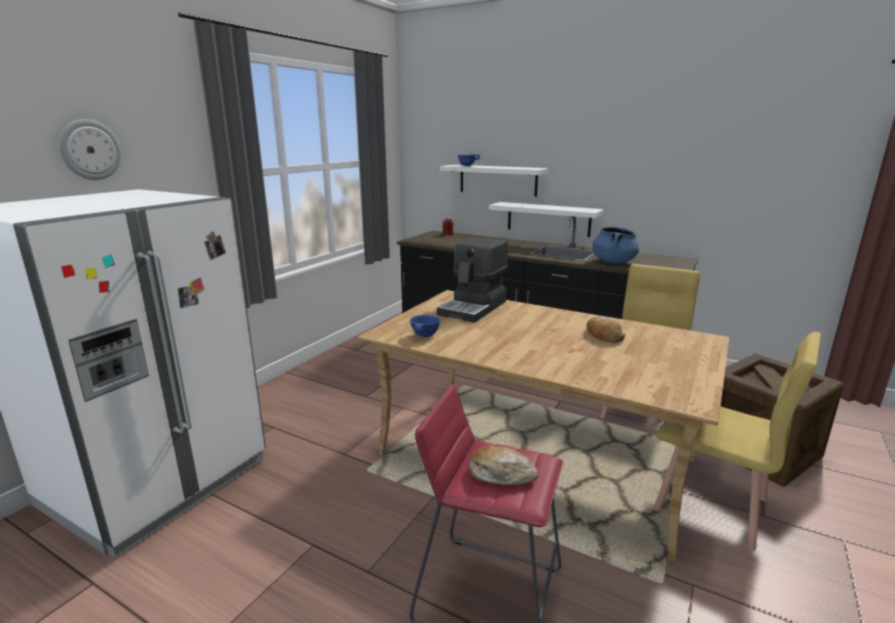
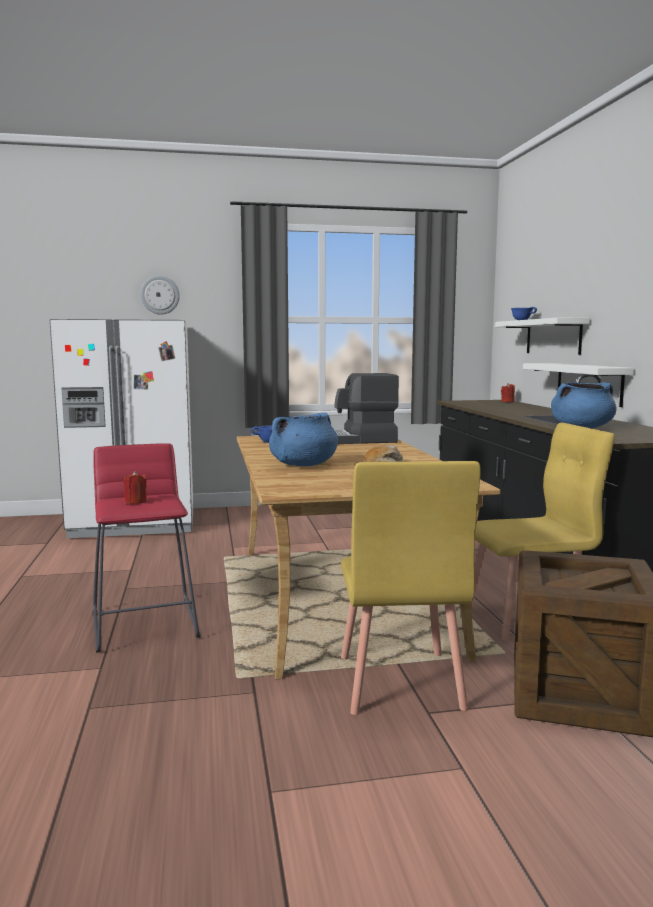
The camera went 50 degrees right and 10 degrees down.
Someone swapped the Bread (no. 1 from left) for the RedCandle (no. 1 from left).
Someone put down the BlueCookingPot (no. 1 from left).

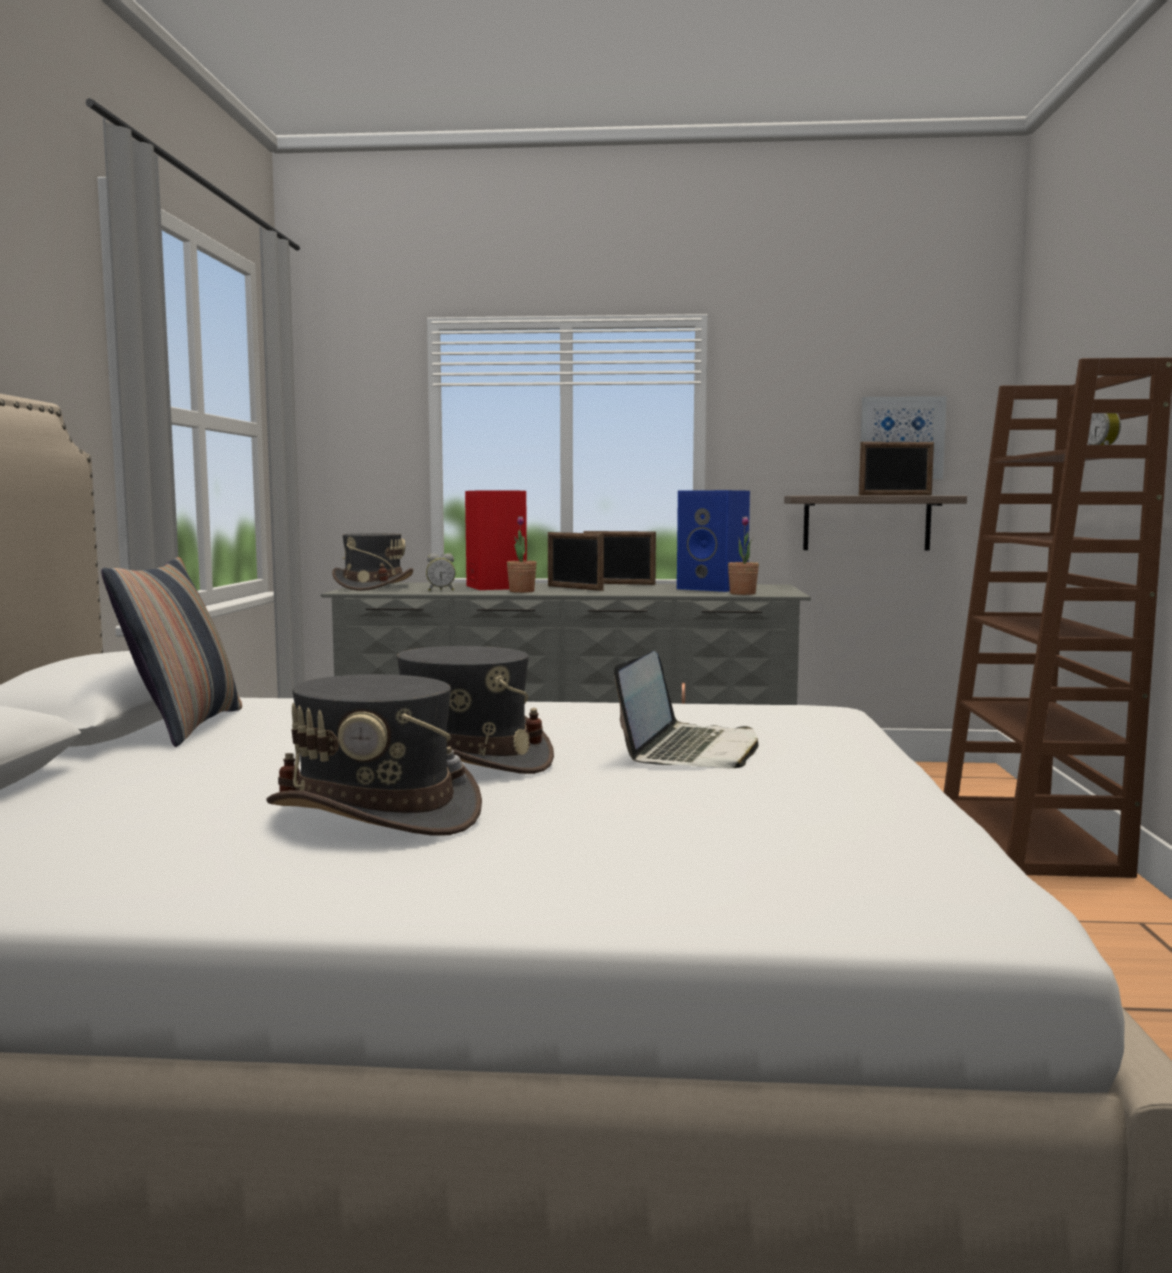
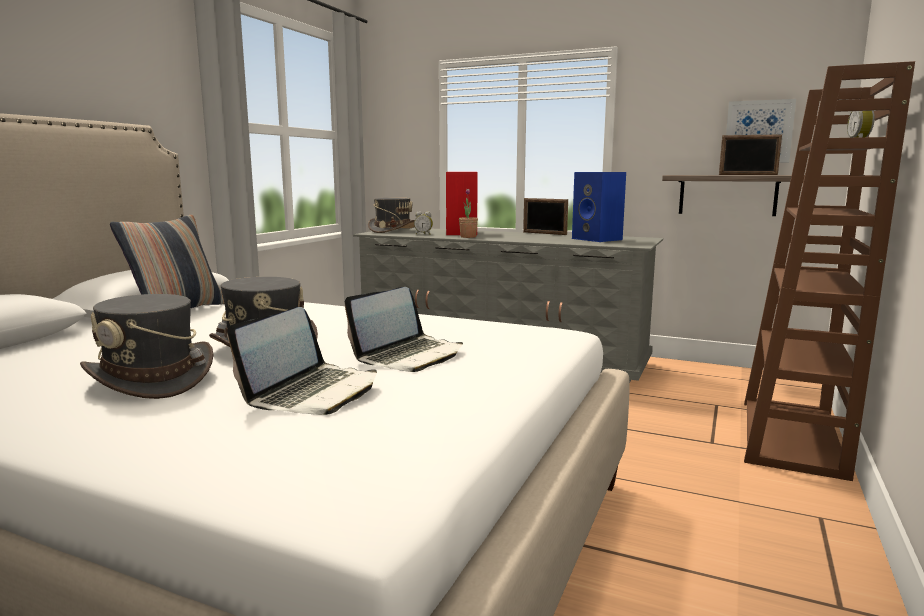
The camera went 20 degrees right and 5 degrees up.
Someone took away the PottedPlant (no. 2 from left).
Someone took away the PictureFrame (no. 1 from left).
Someone put down the Laptop (no. 1 from left).

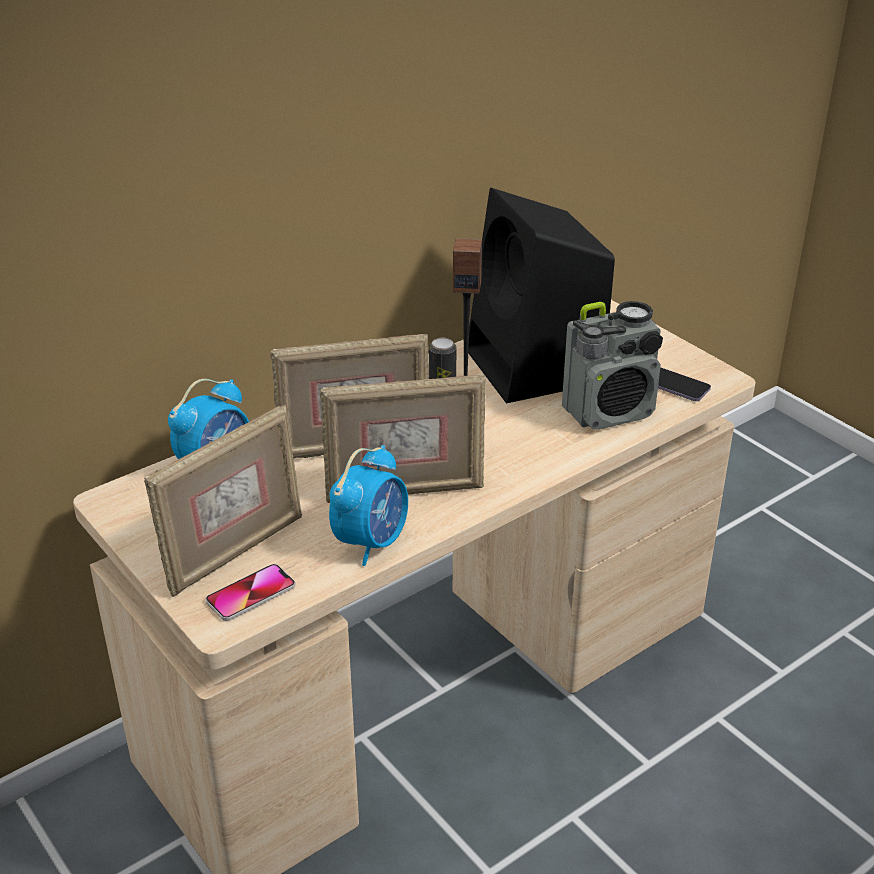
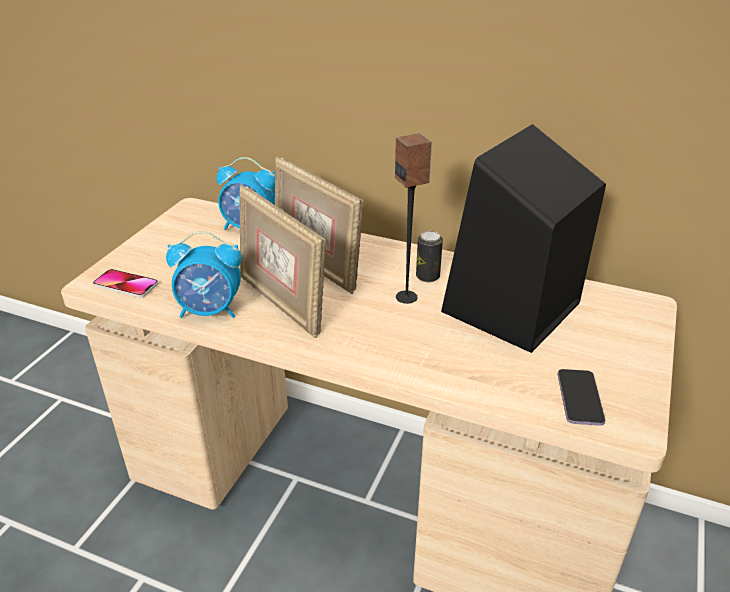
The camera went 60 degrees right and 0 degrees up.
Someone took away the Radio.
Someone took away the PictureFrame (no. 1 from left).

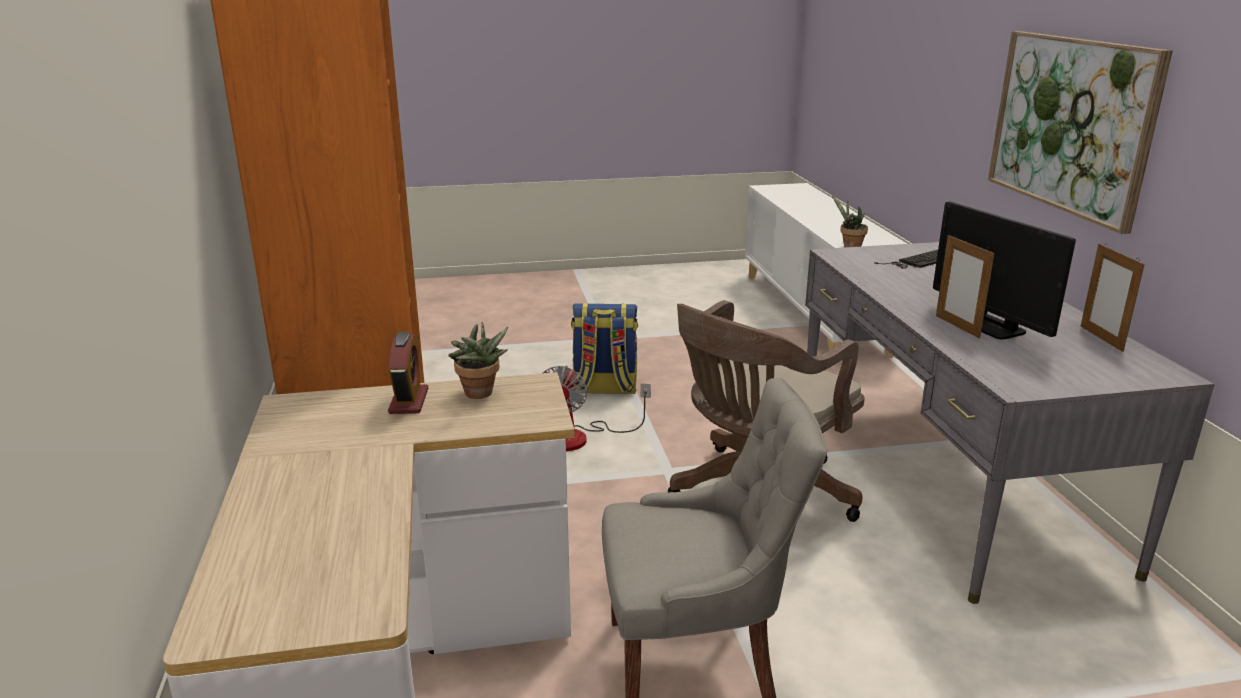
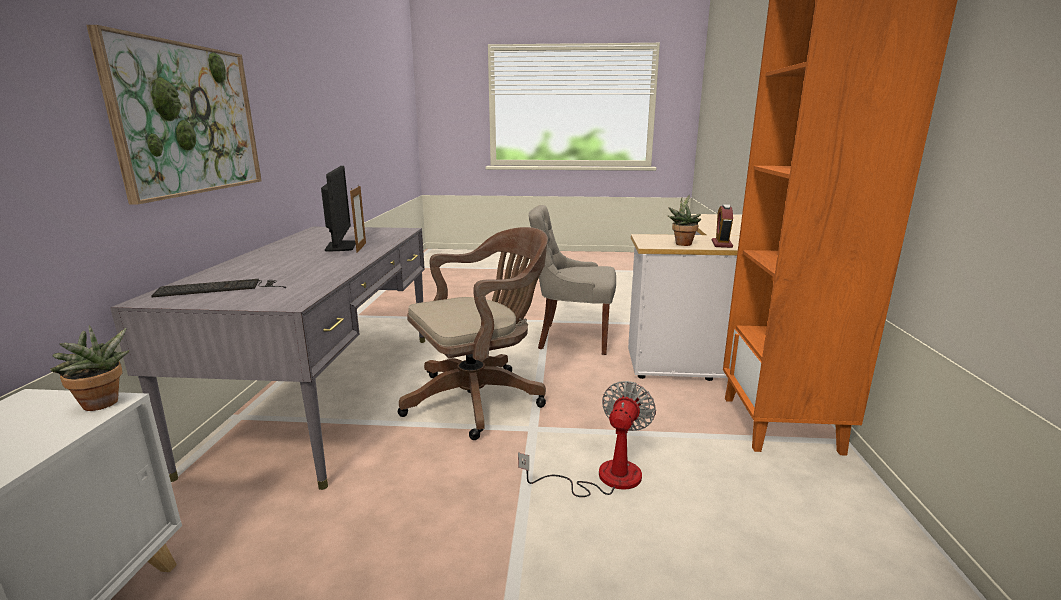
The camera went 165 degrees left and 5 degrees down.
Someone took away the PictureFrame (no. 2 from left).
Someone took away the Backpack.

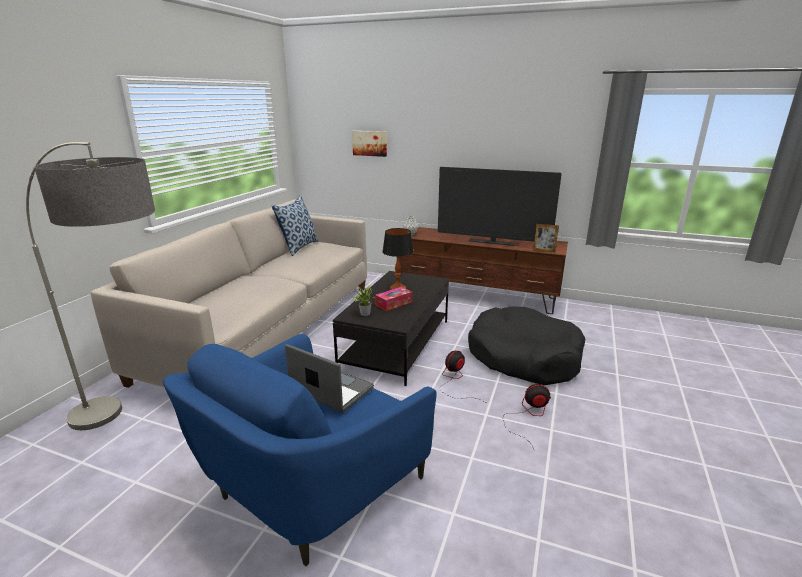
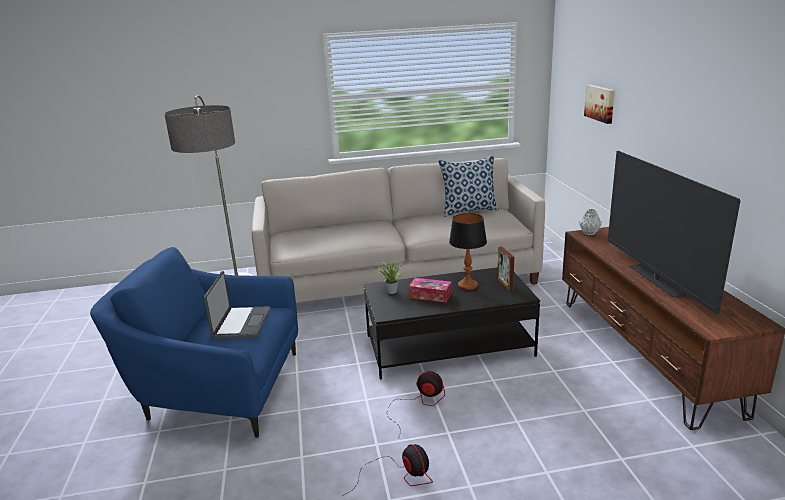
The camera went 60 degrees right and 0 degrees up.
Someone carried the PictureFrame.
Someone took away the BlackDogBed.

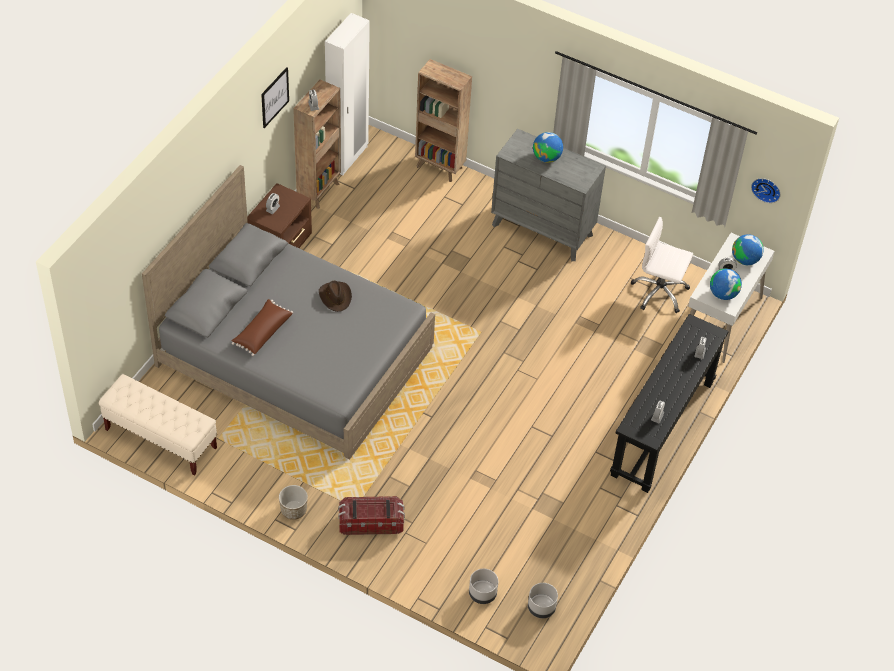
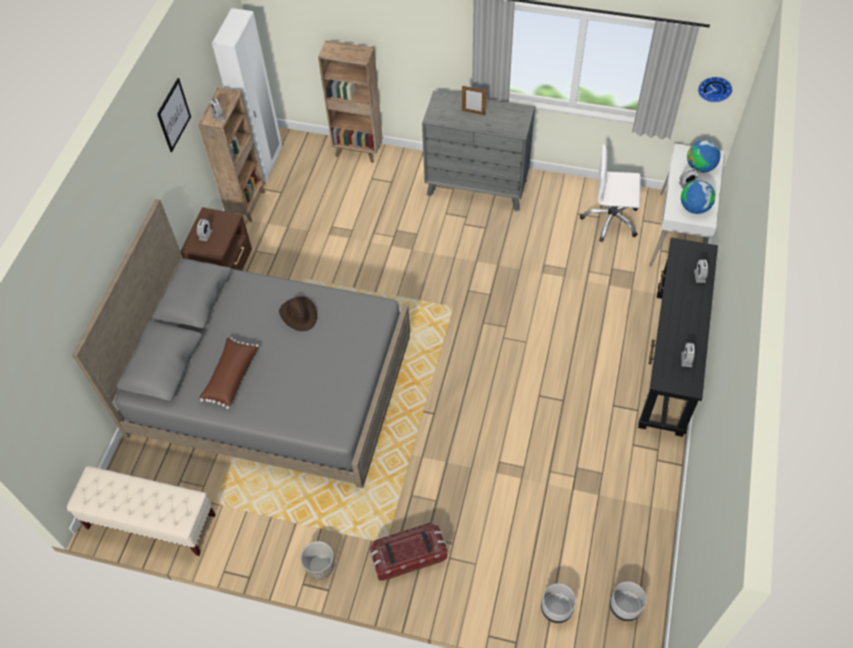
The camera went 10 degrees left and 5 degrees up.
Someone swapped the Globe (no. 1 from left) for the PictureFrame.

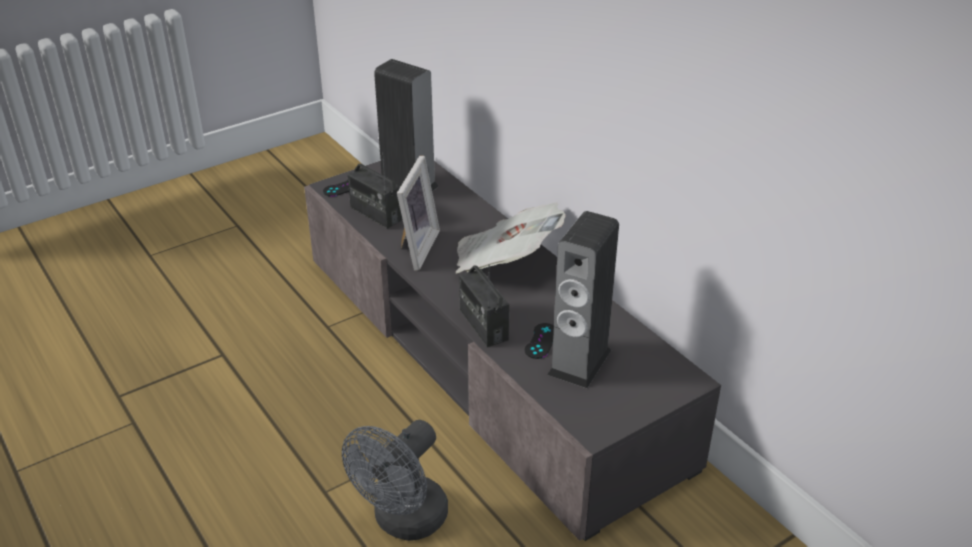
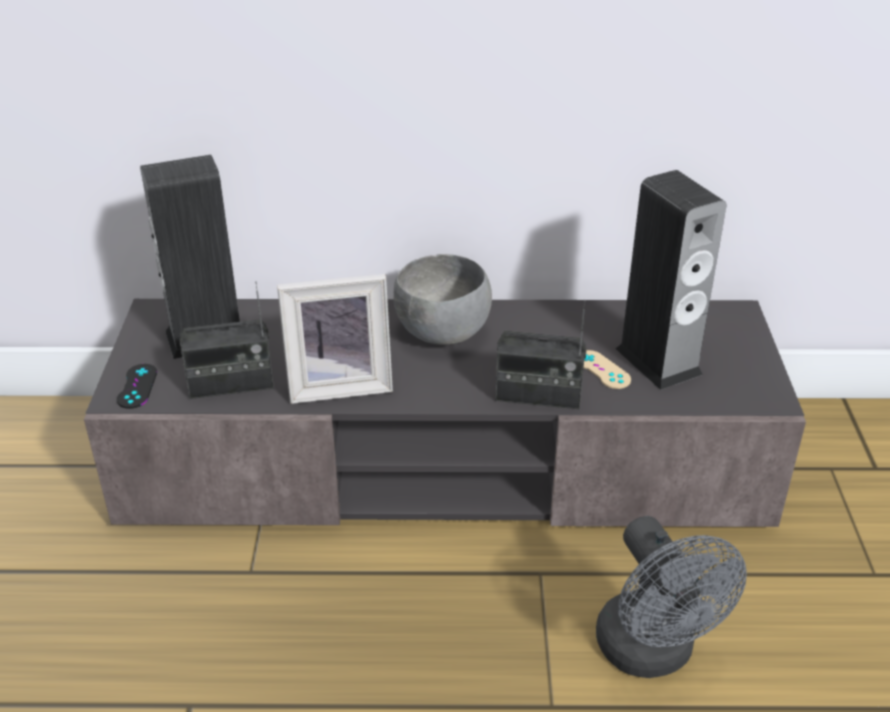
The camera went 55 degrees left and 0 degrees up.
Someone rotated the PictureFrame by 120 degrees clockwise.
Someone swapped the Newspaper for the GreyBowl.
Someone repainted the BlackGameController (no. 2 from left), which became the BeigeGameController.

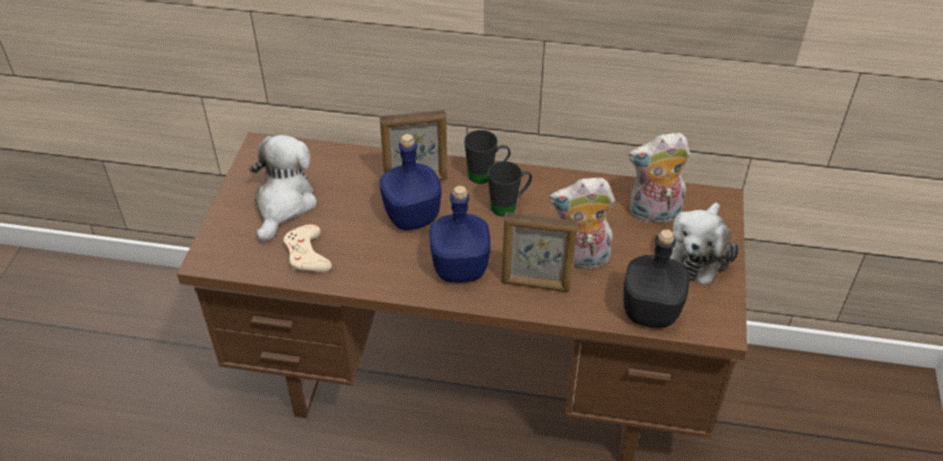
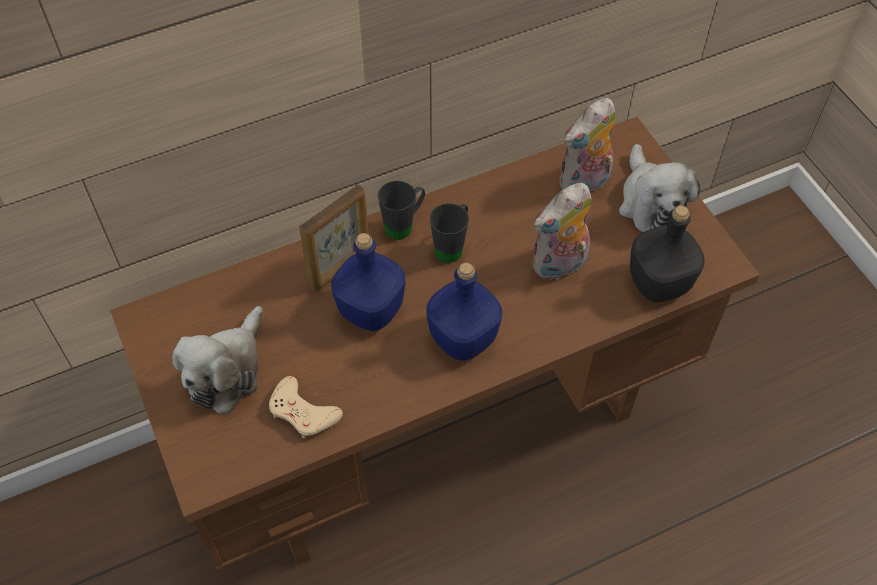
The camera went 35 degrees left and 10 degrees up.
Someone rotated the PlushToy (no. 1 from left) by 135 degrees counterclockwise.
Someone took away the PictureFrame (no. 2 from left).

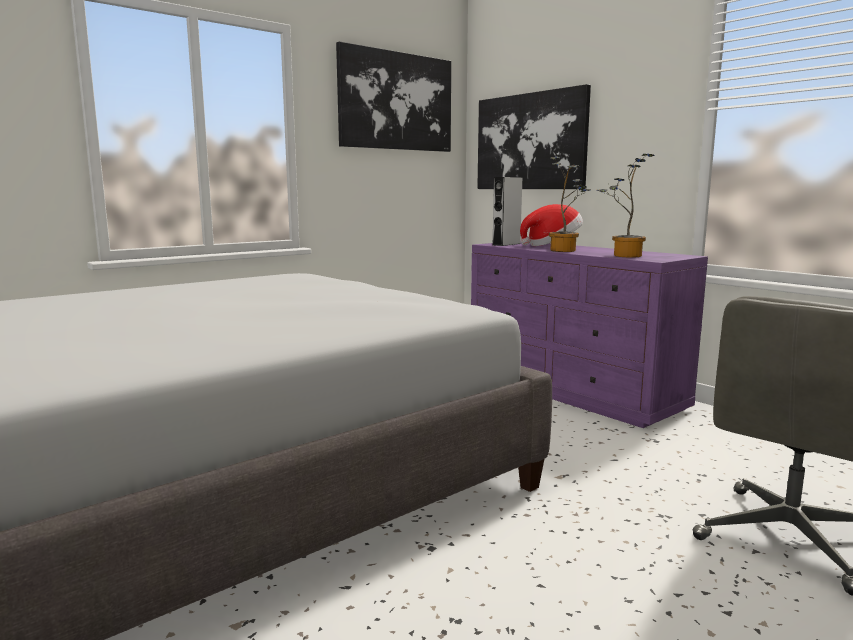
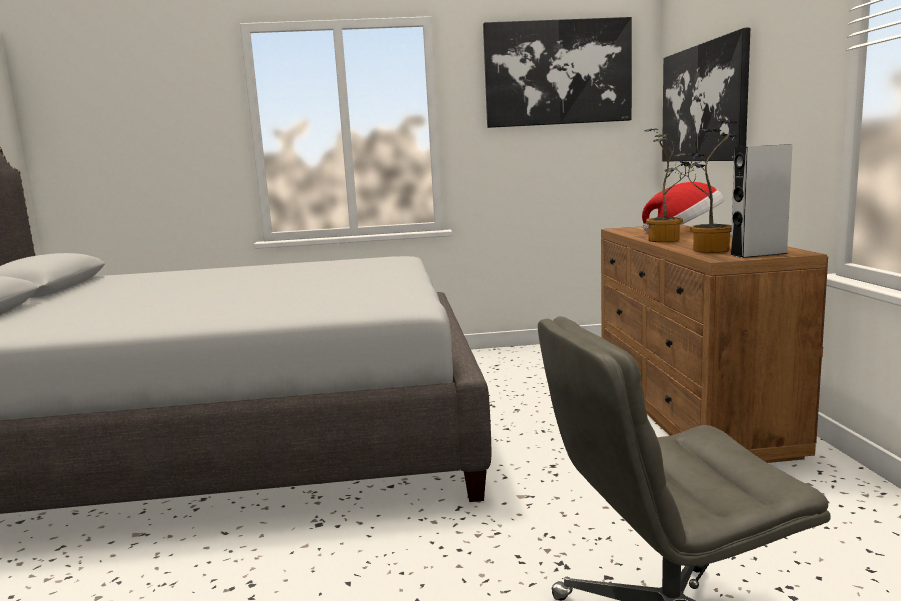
The camera went 35 degrees right and 0 degrees up.
Someone carried the GreySpeaker.
Someone repainted the PurpleDresser, which became the BrownDresser.

